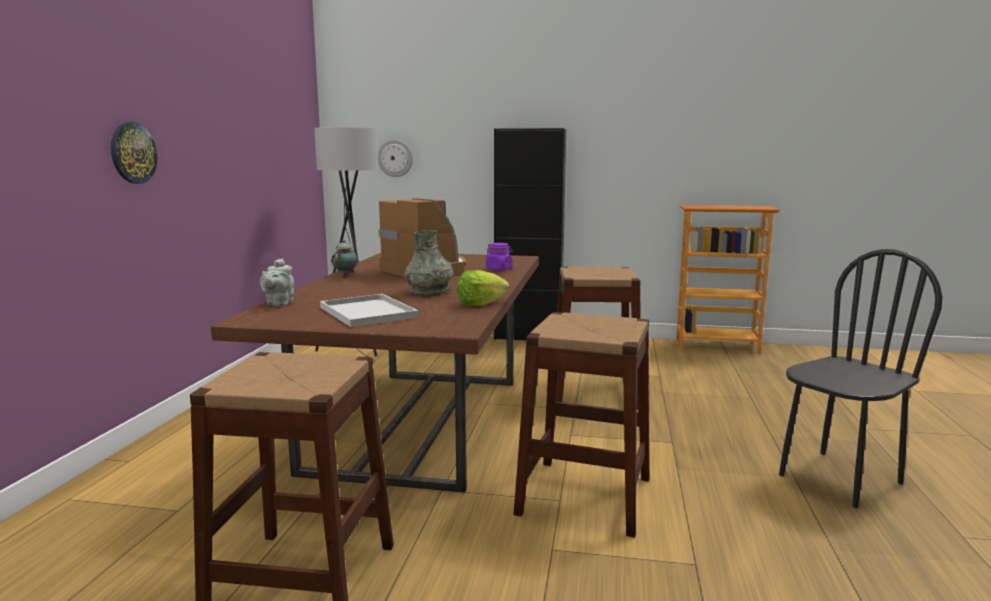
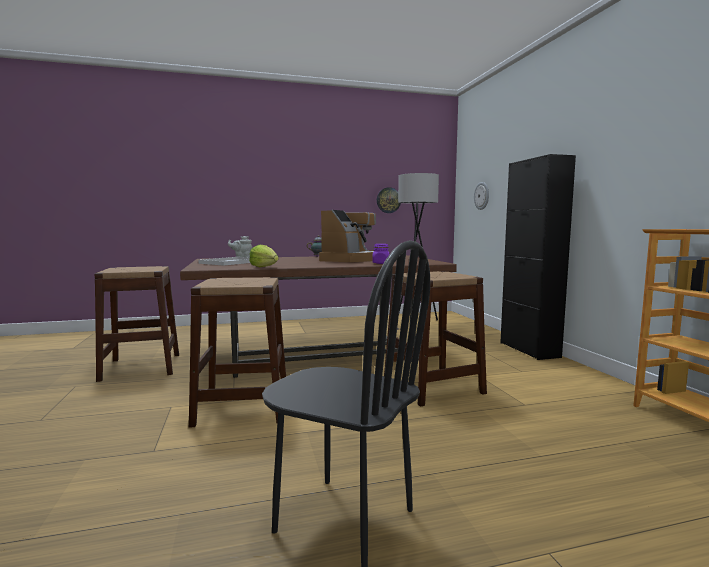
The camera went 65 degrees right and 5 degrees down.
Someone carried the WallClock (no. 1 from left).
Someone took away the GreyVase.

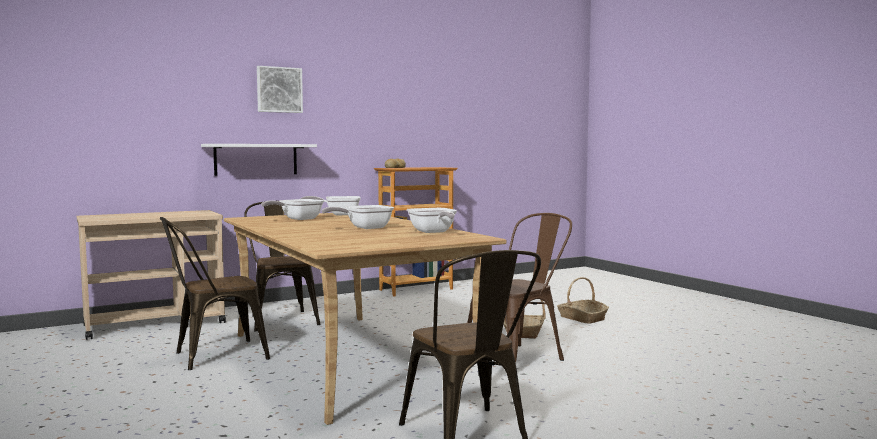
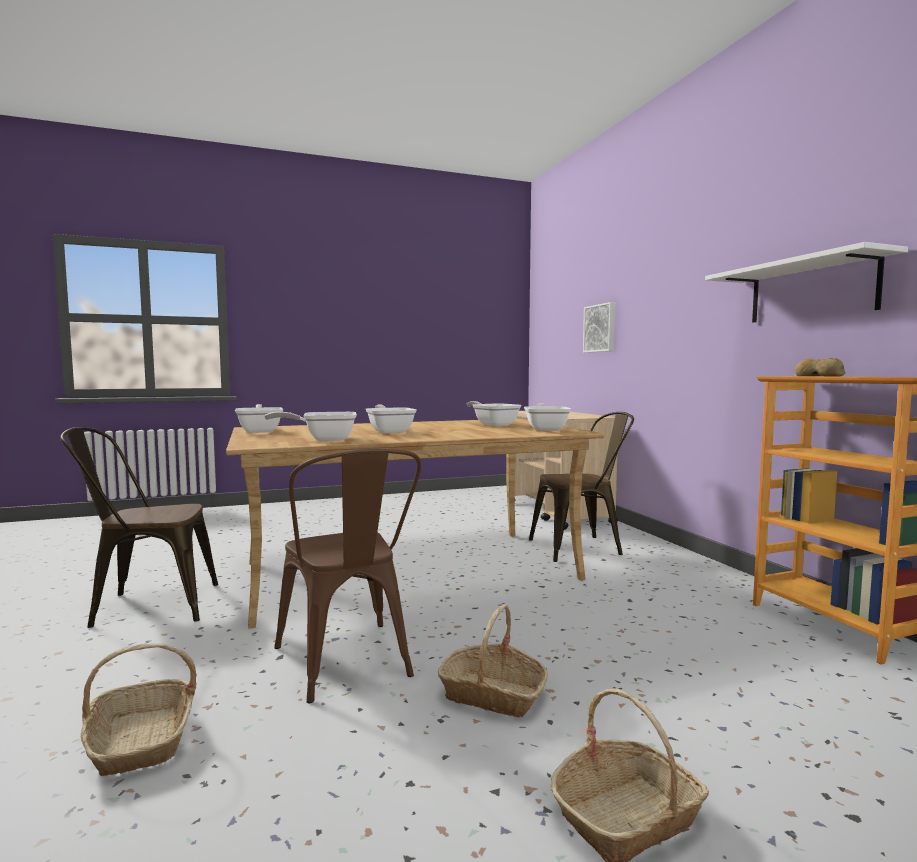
The camera went 100 degrees right and 0 degrees up.
Someone carried the Picture.
Someone carried the WhiteShelf.
Someone took away the BrownChair (no. 1 from left).
Someone put down the FryingPan (no. 1 from left).
Someone put down the Basket (no. 1 from left).

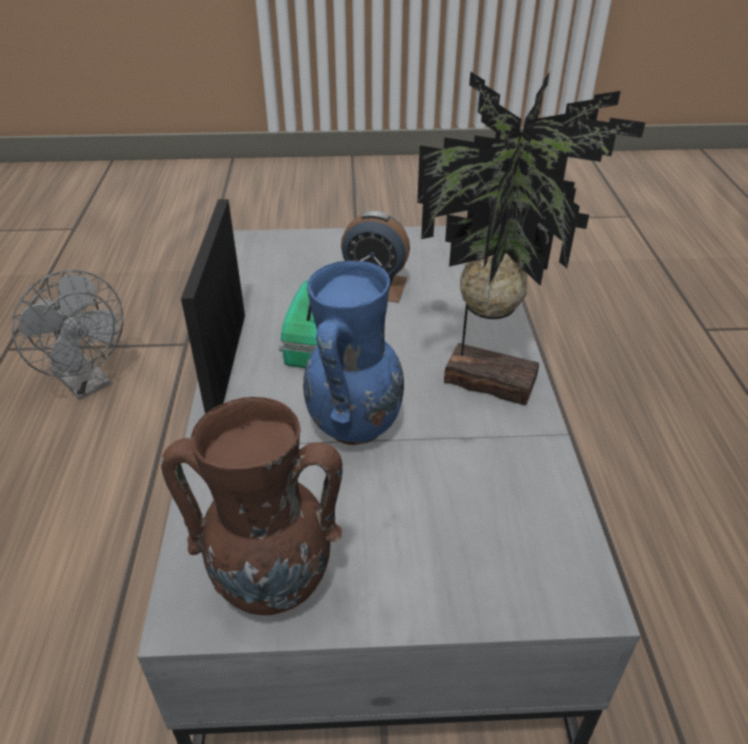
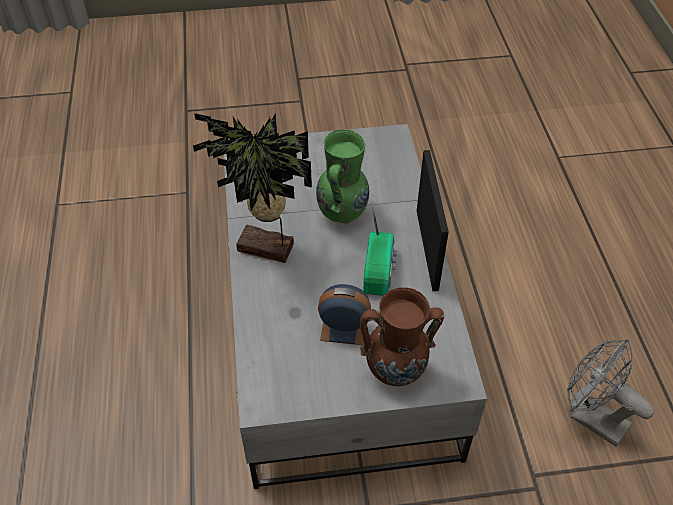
The camera went 175 degrees right and 10 degrees up.
Someone repainted the BlueVase, which became the GreenVase.
Someone carried the BrownVase.

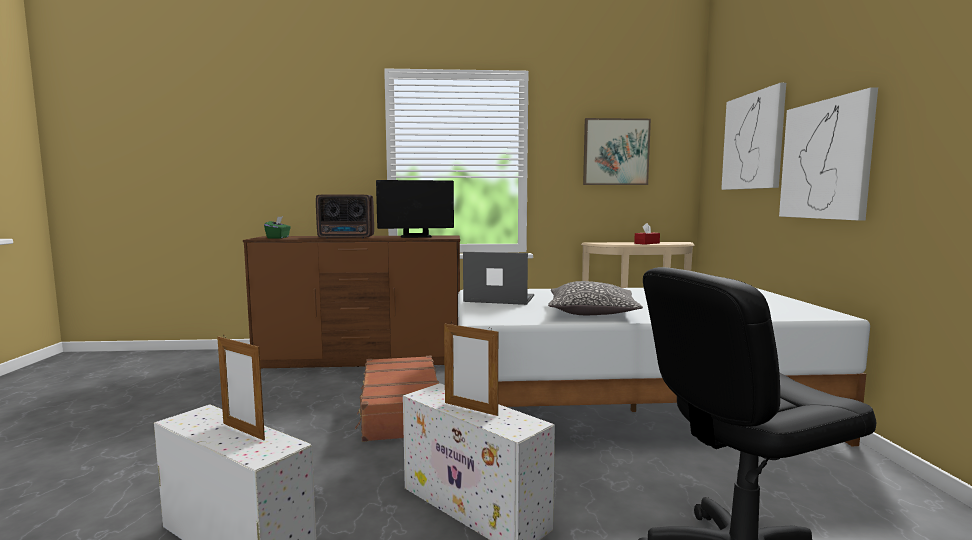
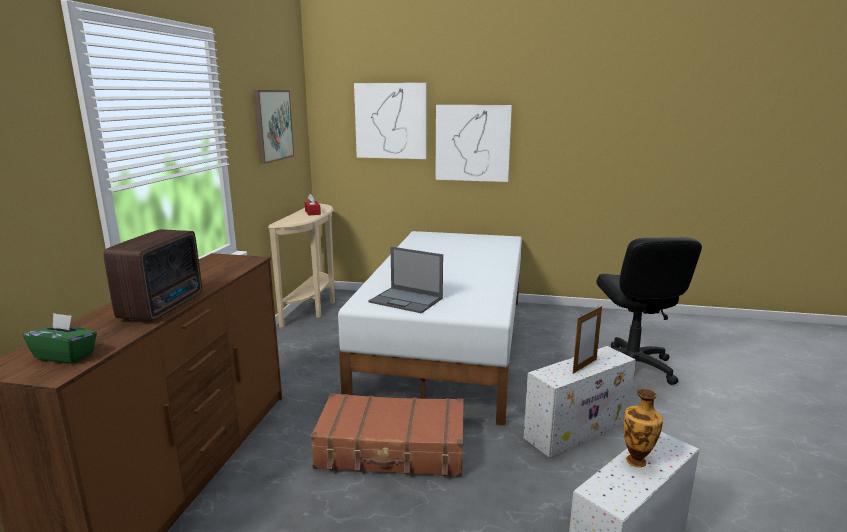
The camera went 75 degrees left and 10 degrees up.
Someone took away the Monitor.
Someone rotated the Laptop by 90 degrees counterclockwise.
Someone took away the Pillow.
Someone swapped the PictureFrame (no. 1 from left) for the Vase.

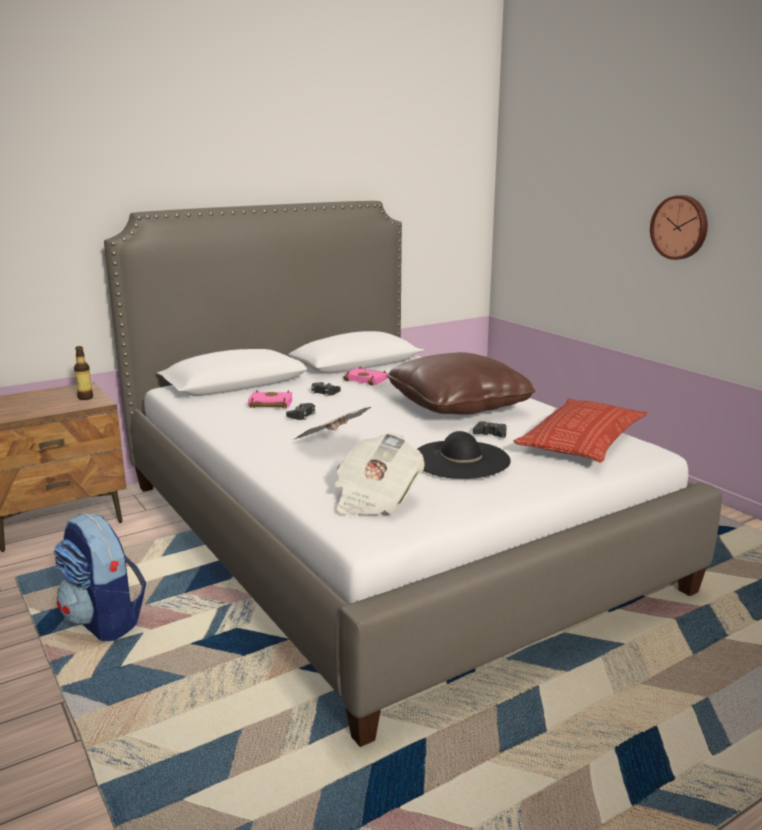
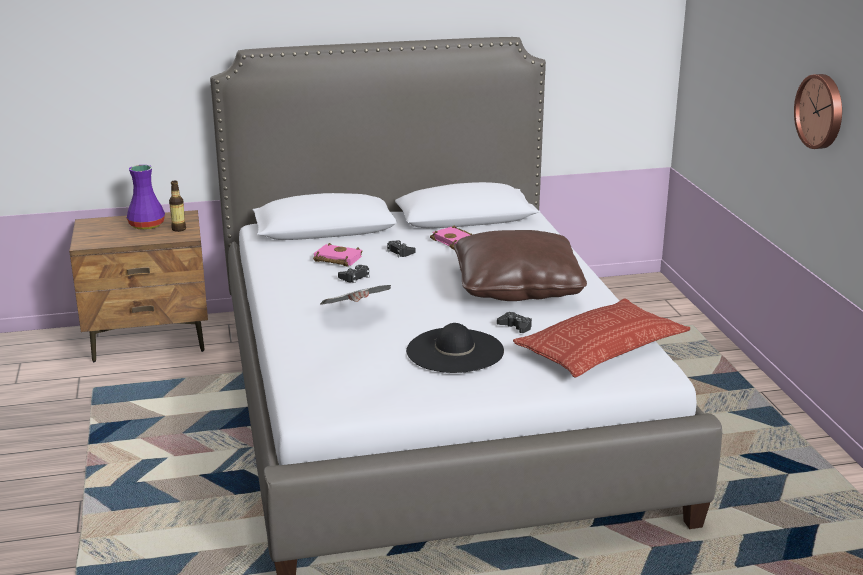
The camera went 20 degrees right and 5 degrees up.
Someone took away the Newspaper (no. 2 from left).
Someone took away the Backpack.
Someone put down the PurpleVase.

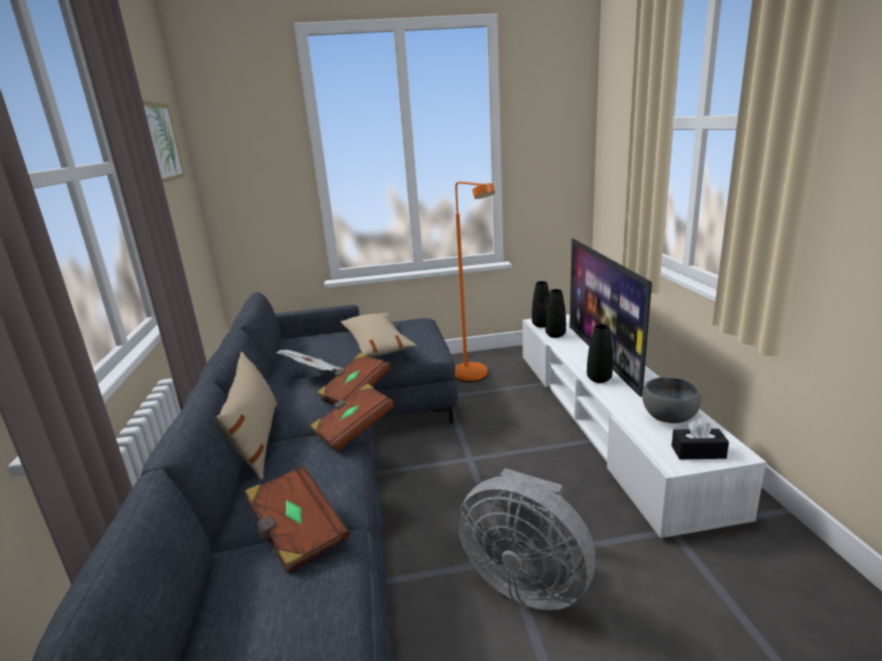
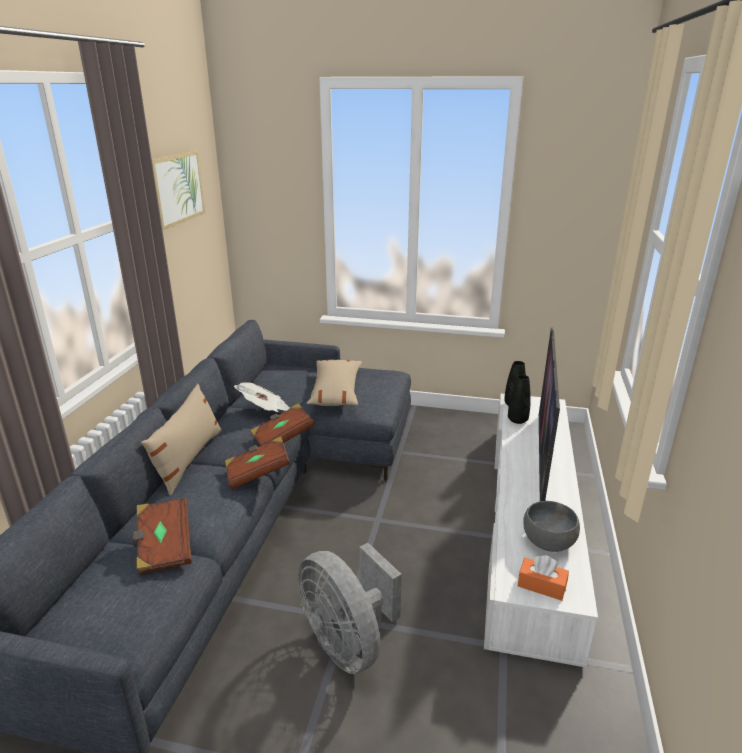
The camera went 20 degrees right and 5 degrees up.
Someone took away the OrangeFloorLamp.
Someone took away the BlackVase (no. 3 from left).
Someone repainted the BlackTissueBox, which became the OrangeTissueBox.

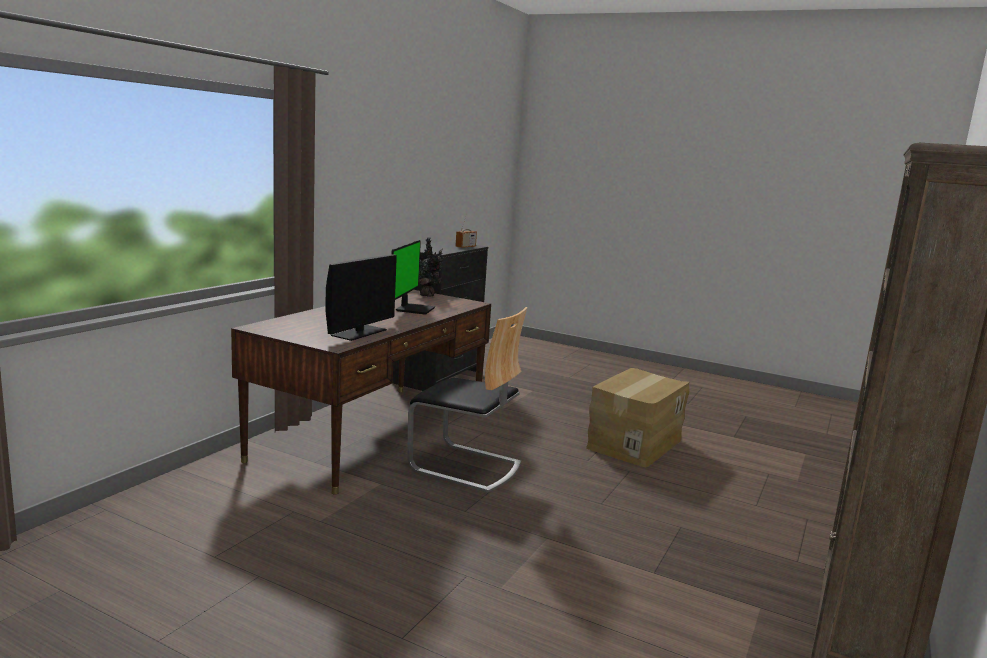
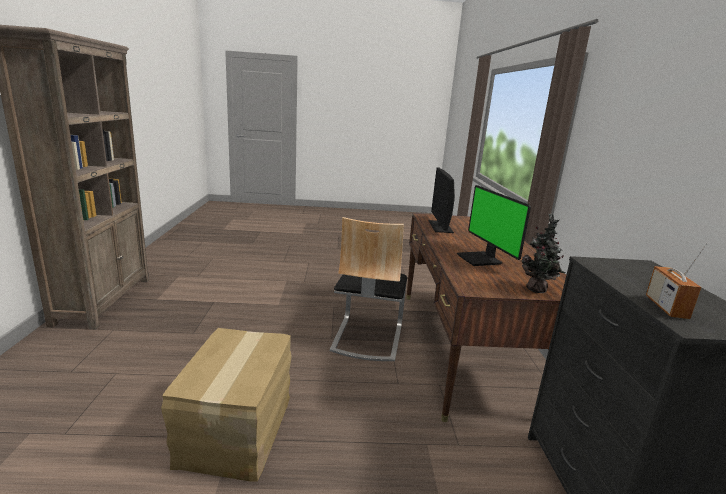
The camera went 150 degrees right and 5 degrees up.
Someone rotated the Chair by 75 degrees counterclockwise.

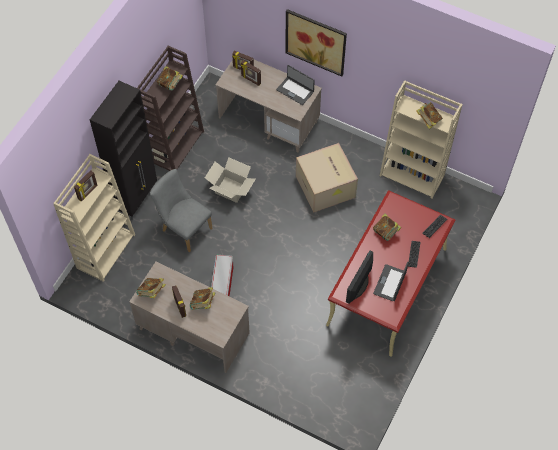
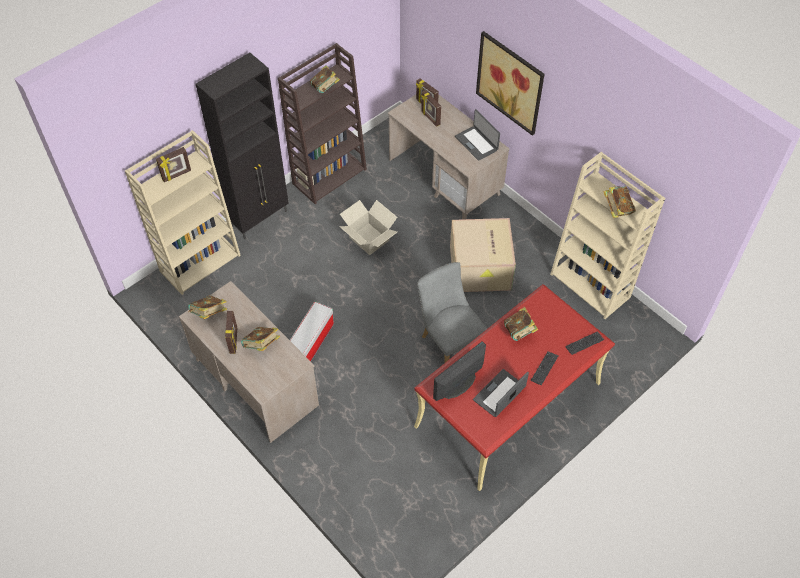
The camera went 20 degrees right and 5 degrees down.
Someone carried the GreyChair.

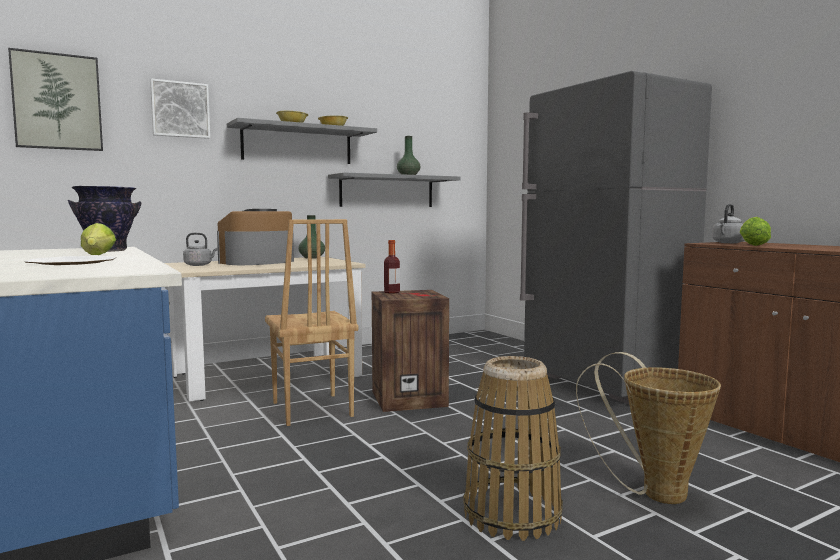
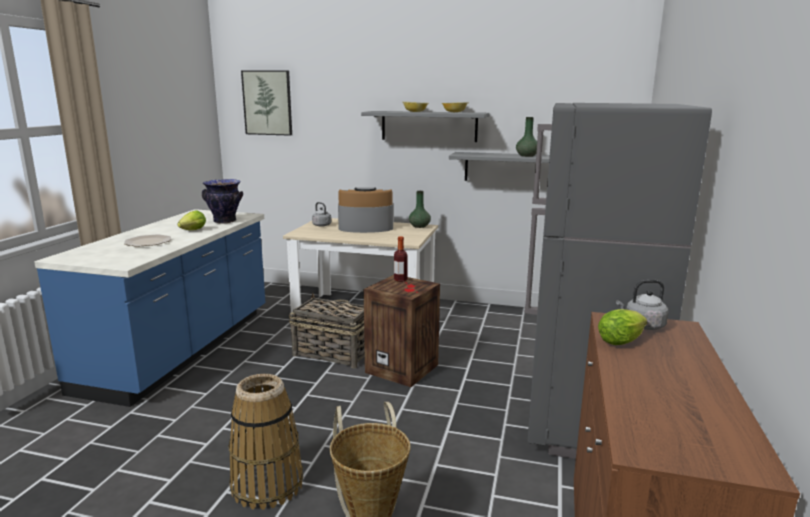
The camera went 45 degrees right and 10 degrees up.
Someone took away the Picture (no. 2 from left).
Someone swapped the BrownChair for the Basket (no. 2 from left).

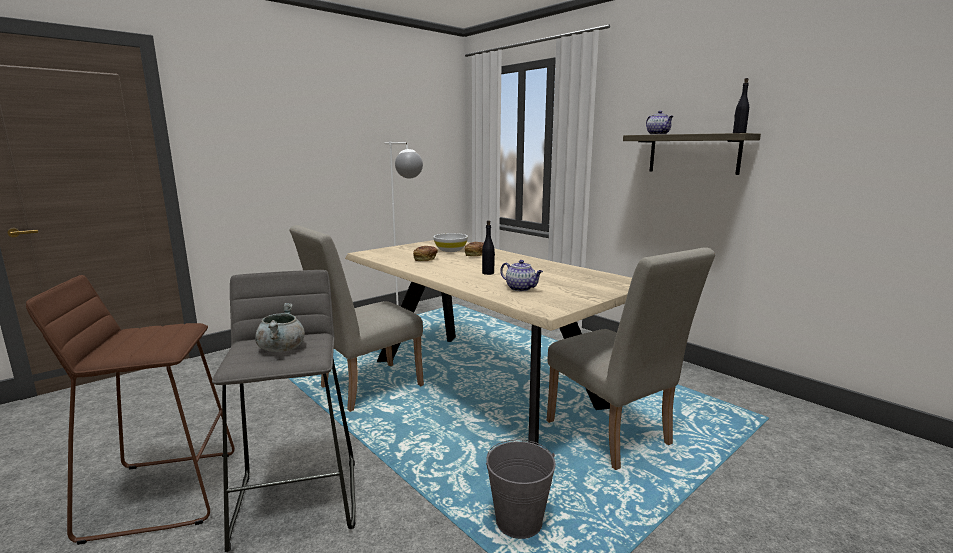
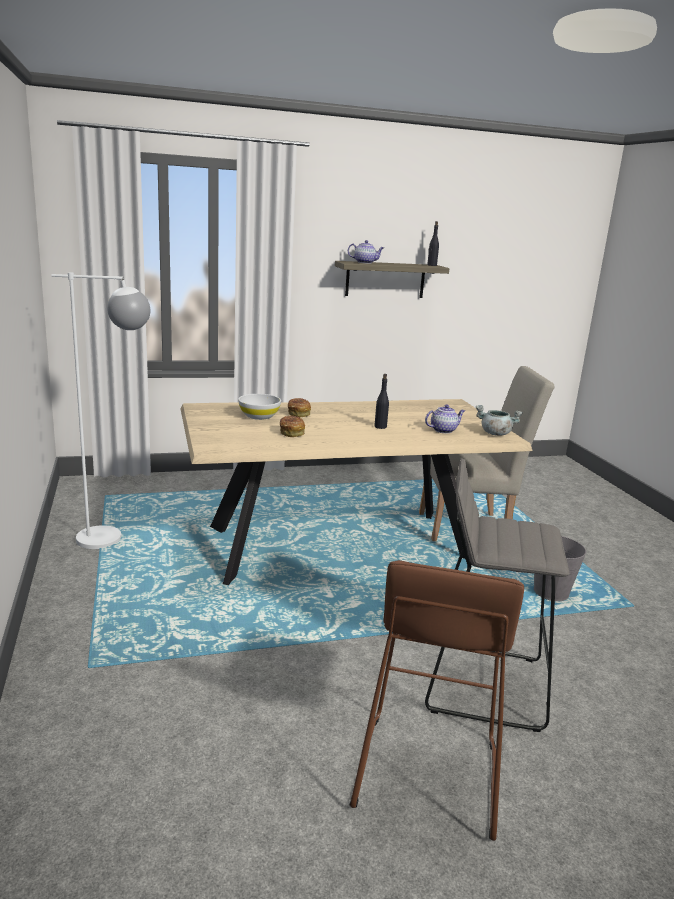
The camera went 65 degrees left and 5 degrees up.
Someone took away the BeigeChair (no. 1 from left).
Someone carried the GreyCookingPot.

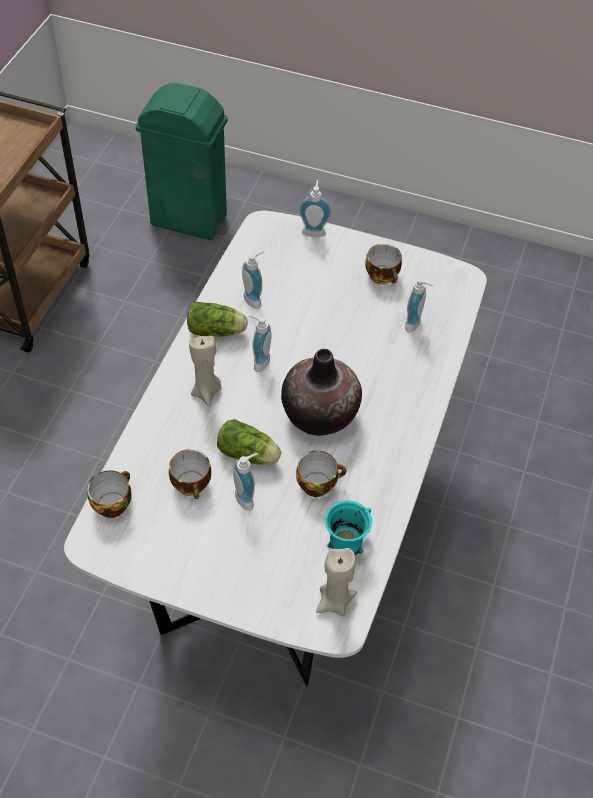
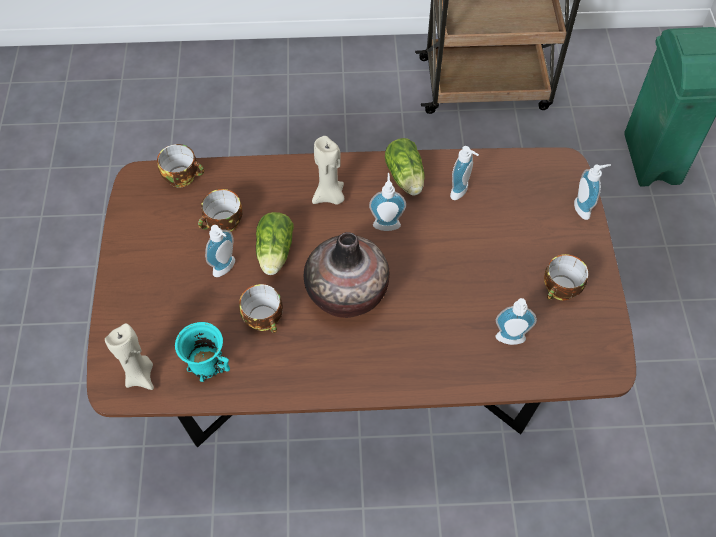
The camera went 70 degrees right and 5 degrees up.
Someone repainted the WhiteDiningTable, which became the BrownDiningTable.

